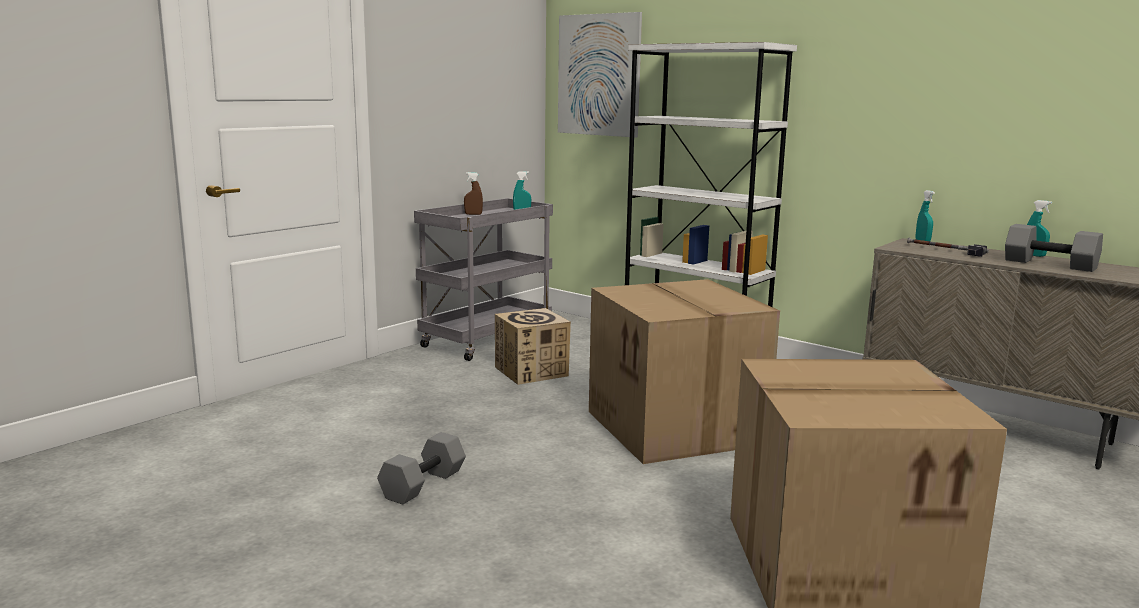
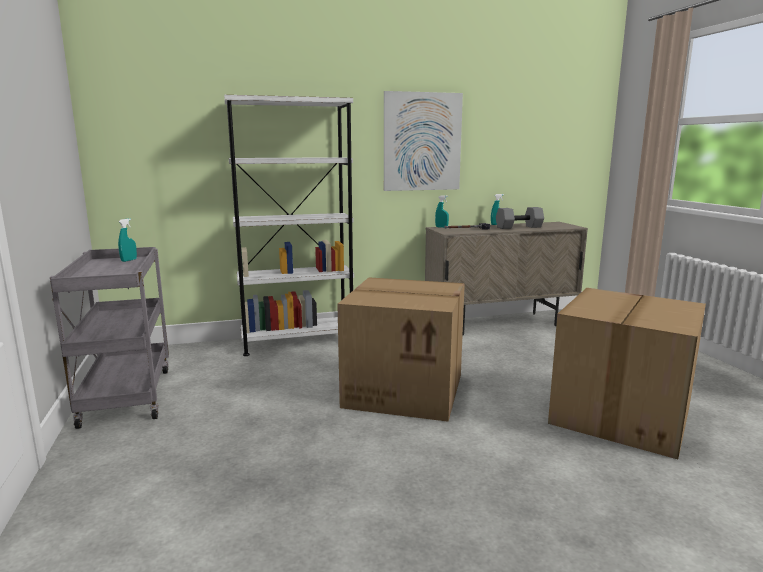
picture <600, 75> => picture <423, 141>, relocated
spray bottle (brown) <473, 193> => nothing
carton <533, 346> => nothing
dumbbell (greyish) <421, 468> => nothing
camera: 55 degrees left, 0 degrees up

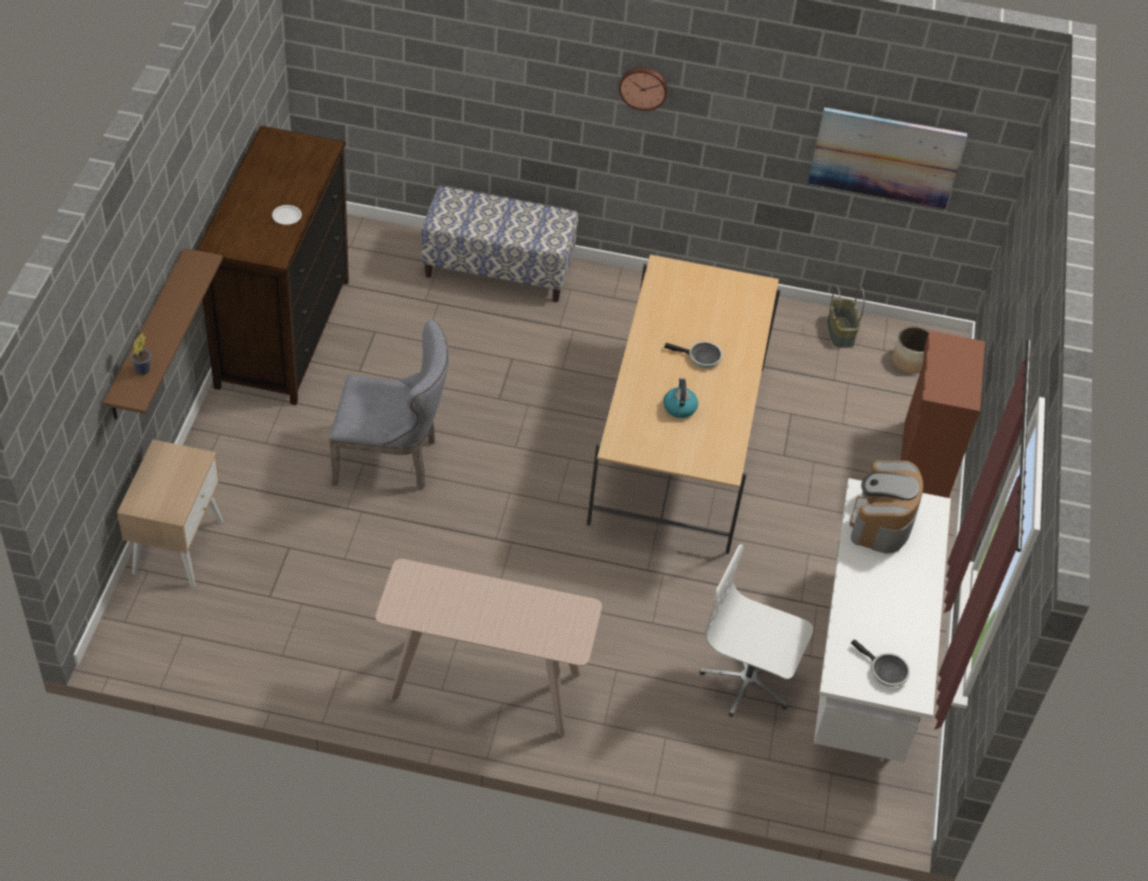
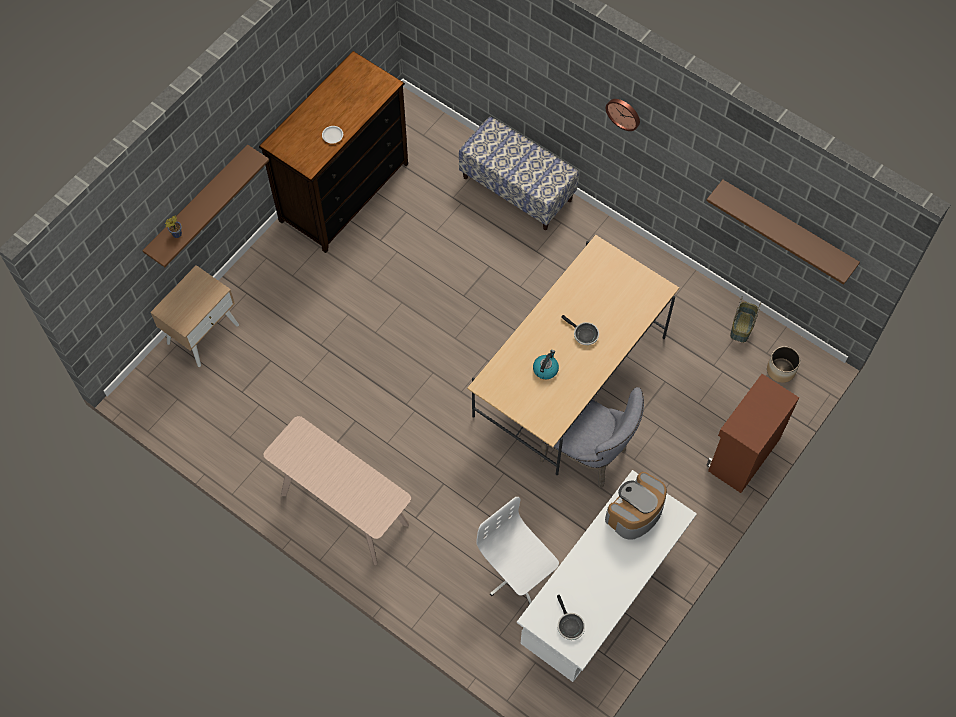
picture <887, 158> => bracket shelf (brown) <783, 232>
plain chair (greyish) <389, 405> => plain chair (greyish) <592, 437>, relocated
camera: 30 degrees right, 15 degrees up

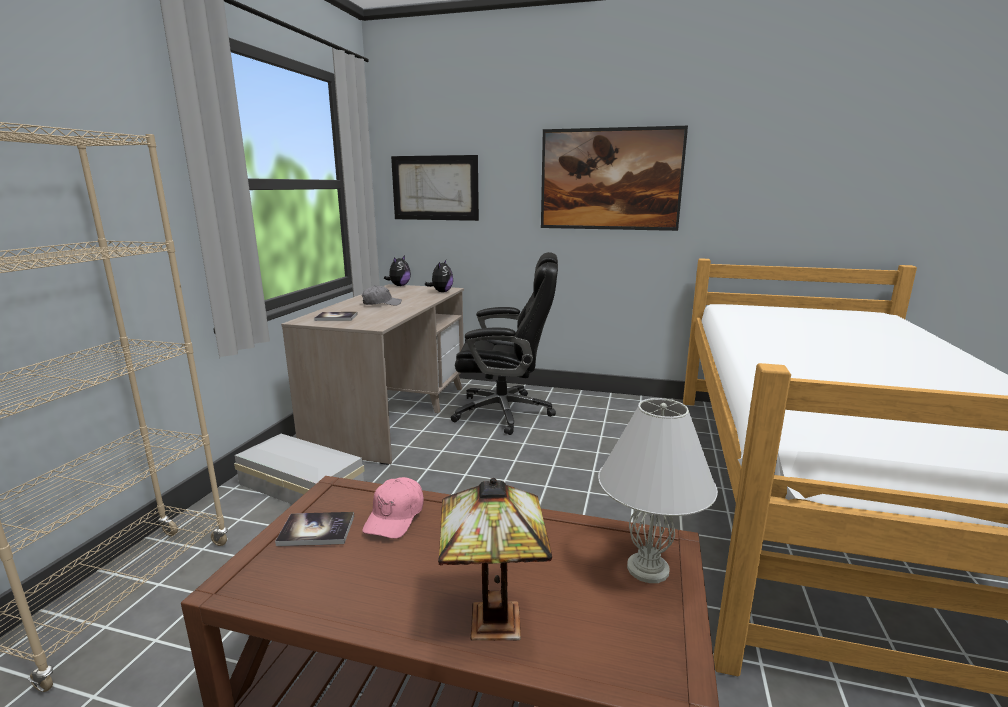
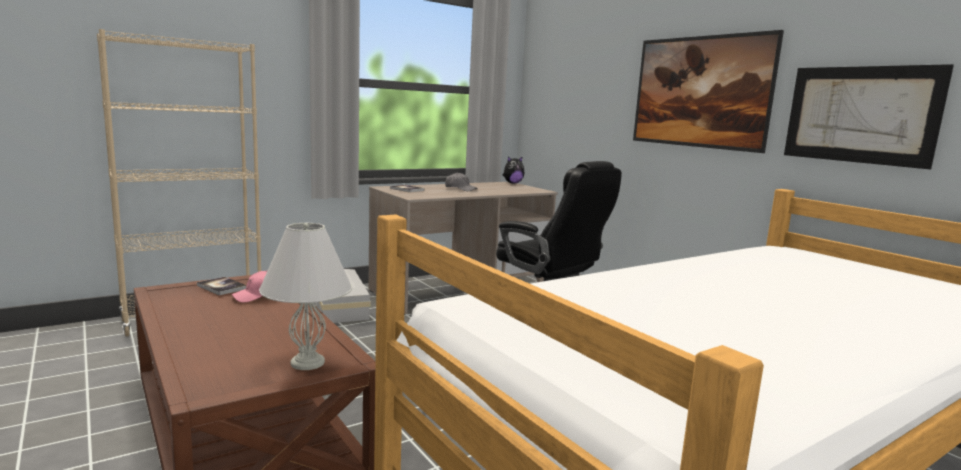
picture <435, 188> => picture <869, 116>, relocated
cuddly toy <439, 276> => nothing
lamp for a table <495, 559> => nothing
camera: 40 degrees right, 5 degrees down

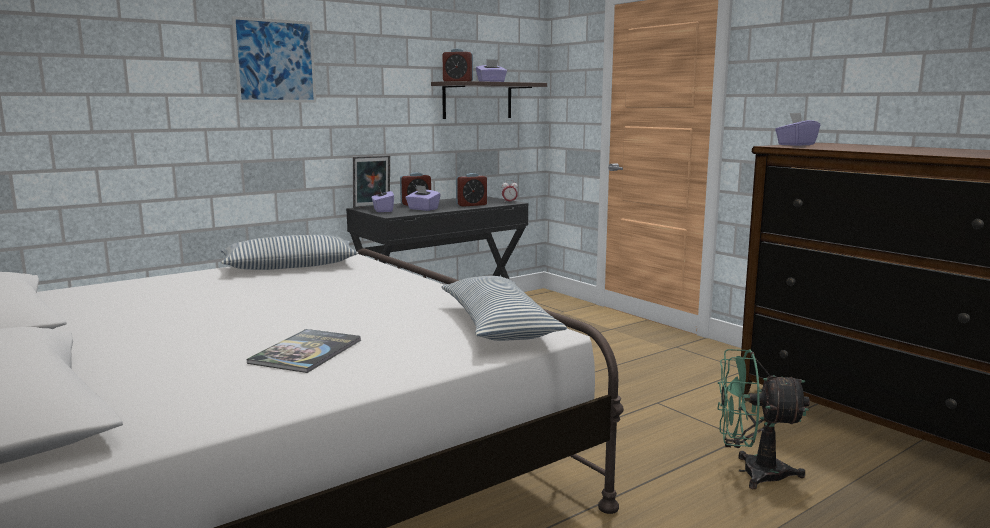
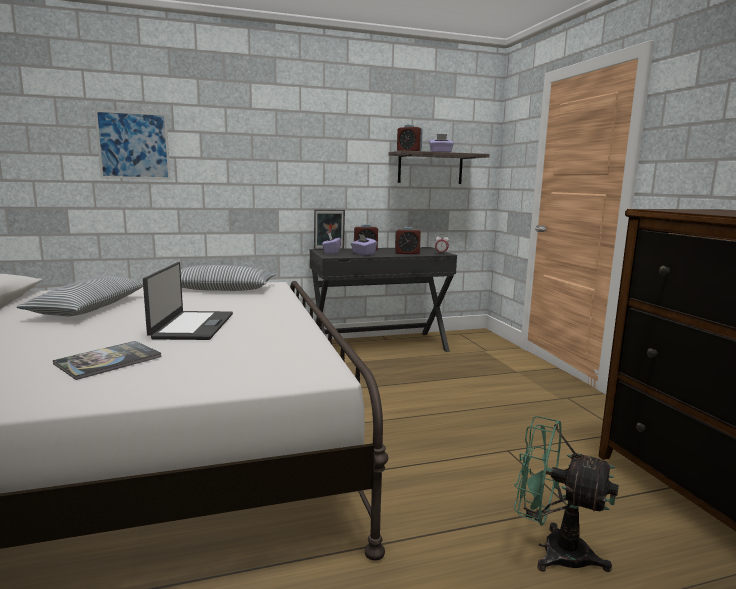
picture <274, 59> => picture <132, 144>, relocated
box of tissues (purplish) <797, 129> => nothing
pillow <504, 308> => pillow <80, 296>, relocated
nothing => laptop <188, 301>
camera: 20 degrees right, 0 degrees up

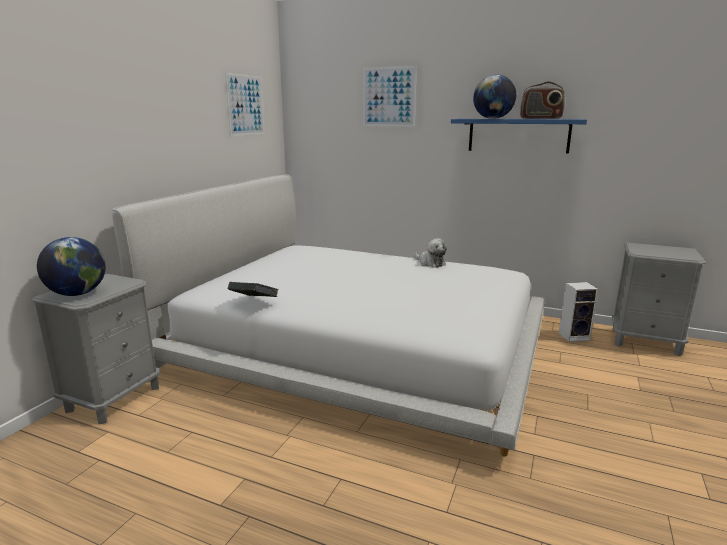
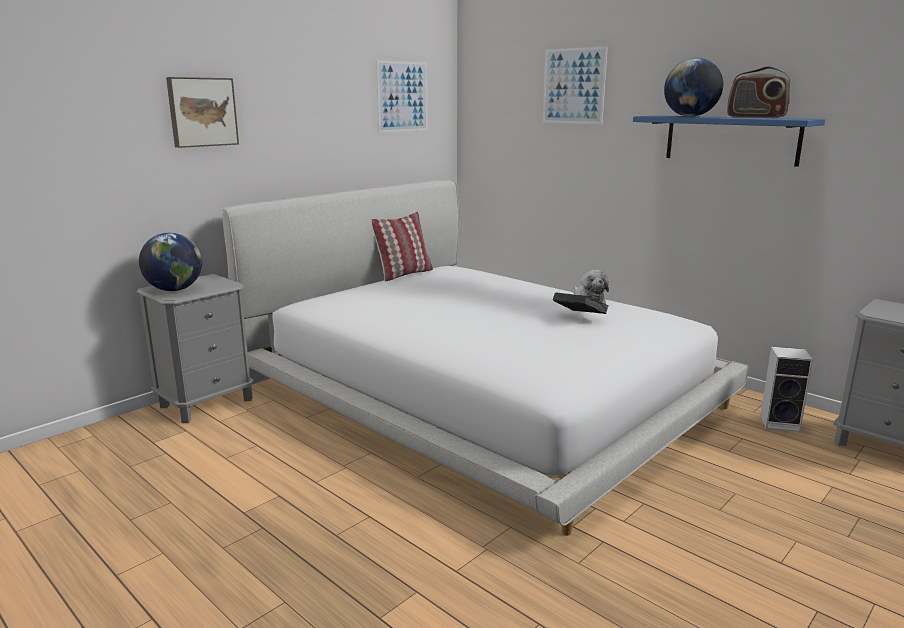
volume <253, 289> => volume <581, 303>, relocated
nothing => picture <202, 112>
nothing => pillow <402, 247>
camera: 20 degrees right, 0 degrees up

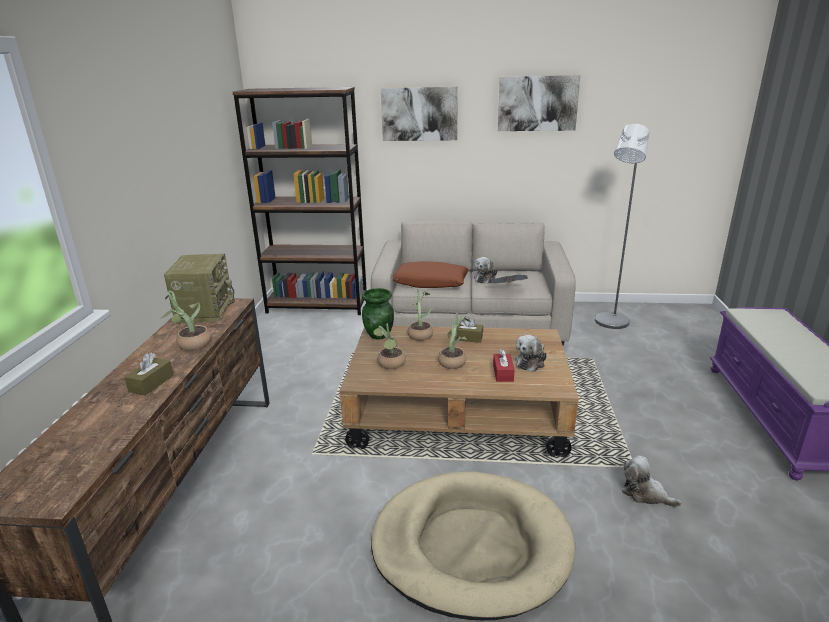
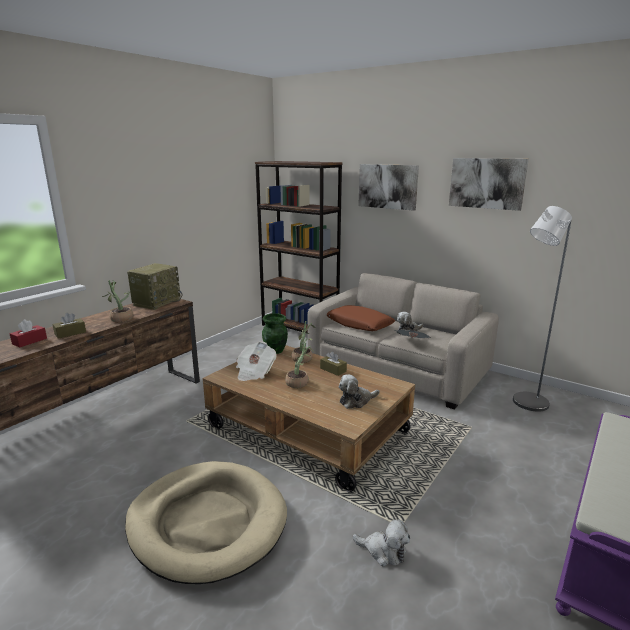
plant in a pot <389, 346> => printed paper <256, 361>
box of tissues (red) <504, 365> => box of tissues (red) <28, 333>, relocated
cuddly toy <652, 481> => cuddly toy <381, 543>, 135 degrees clockwise
camera: 30 degrees right, 5 degrees down

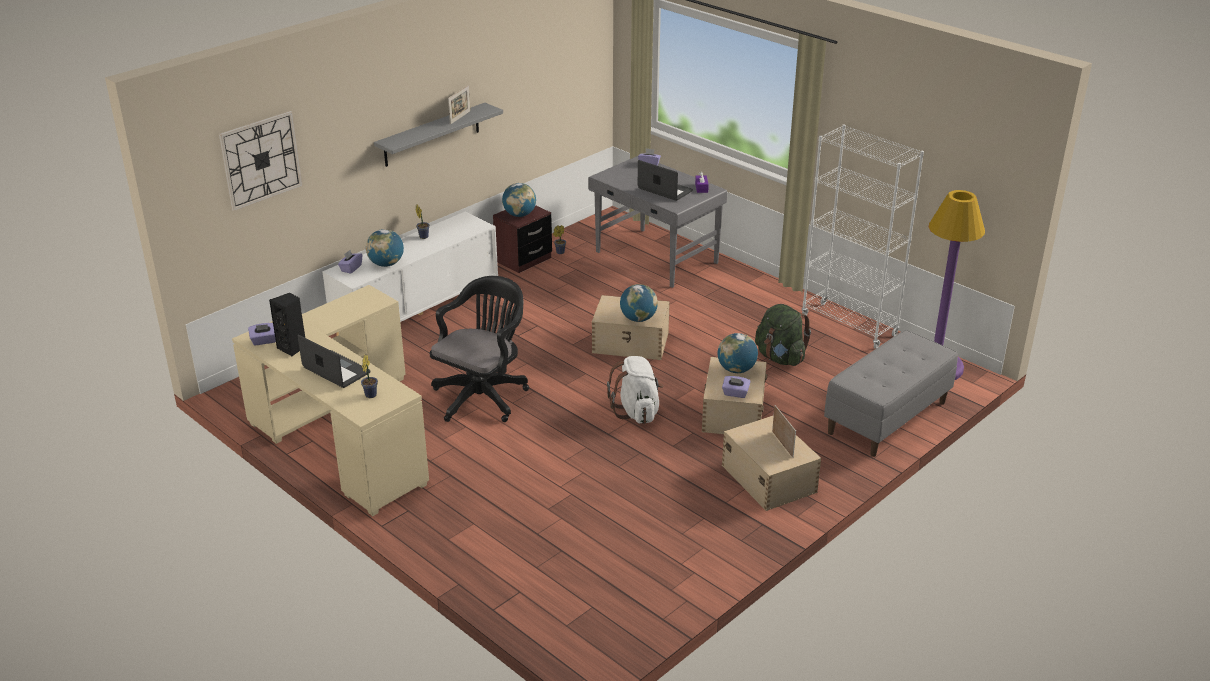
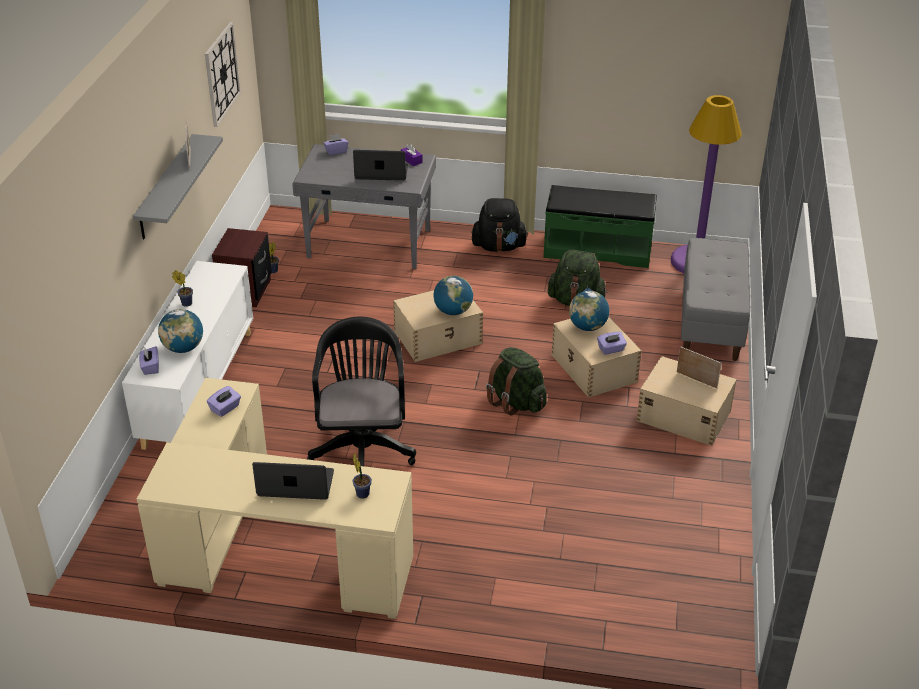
hanging clock <261, 161> => hanging clock <223, 74>, relocated
shelving unit (white-coloured) <863, 236> => long seat (green-coloured) <600, 226>
desk globe <519, 200> => nothing
loudspeaker (black-coloured) <287, 325> => nothing
box of tissues (purplish) <262, 334> => box of tissues (purplish) <224, 401>, relocated
knapsack (white-coloured) <635, 390> => knapsack (green-coloured) <516, 381>
nothing => knapsack (black-coloured) <499, 225>
camera: 35 degrees left, 5 degrees up

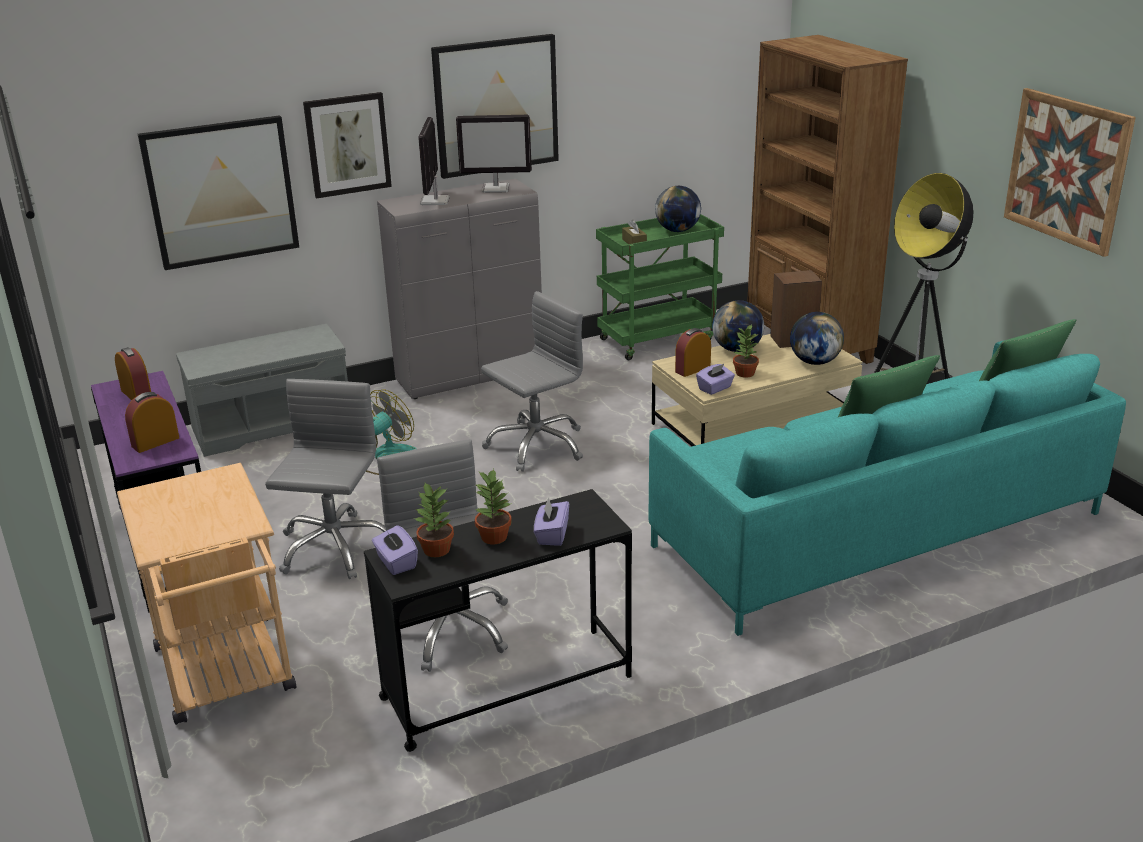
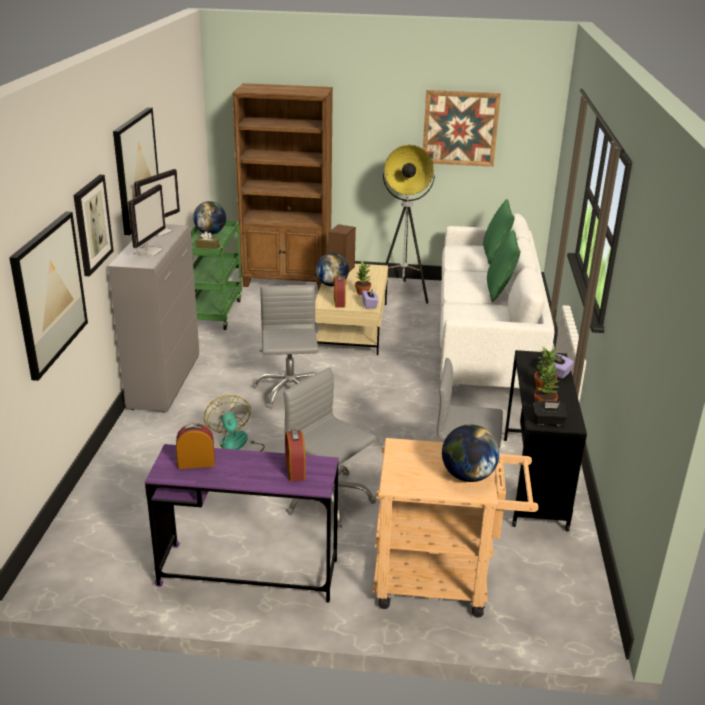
computer screen <434, 161> => computer screen <146, 220>, 105 degrees counterclockwise
desk globe <817, 338> => desk globe <471, 453>, relocated
long seat (greyish) <262, 390> => nothing
sofa (blue-green) <887, 488> => sofa (white-coloured) <497, 300>
box of tissues (purplish) <395, 550> => box of tissues (black-coloured) <550, 413>
camera: 60 degrees left, 0 degrees up

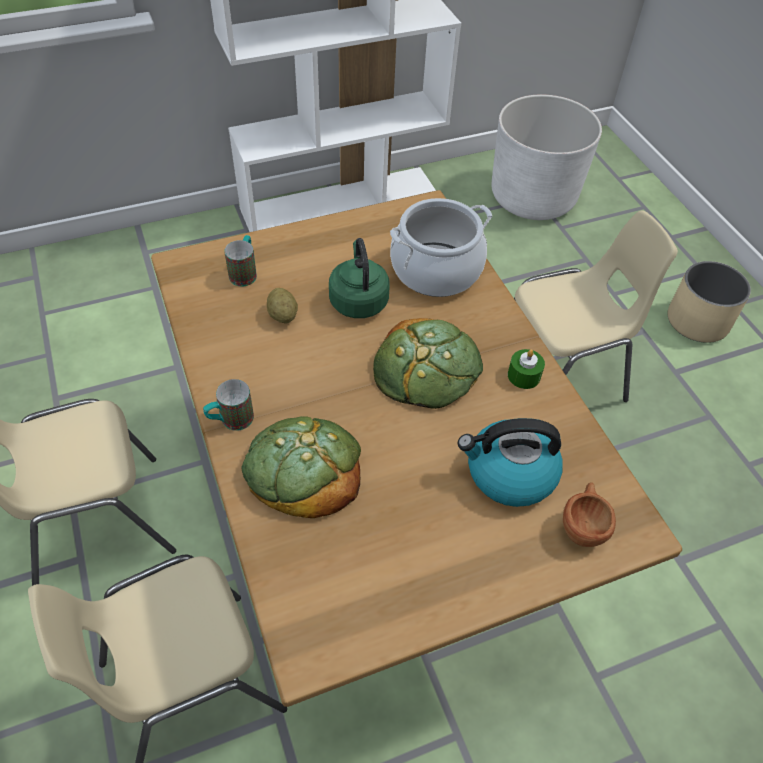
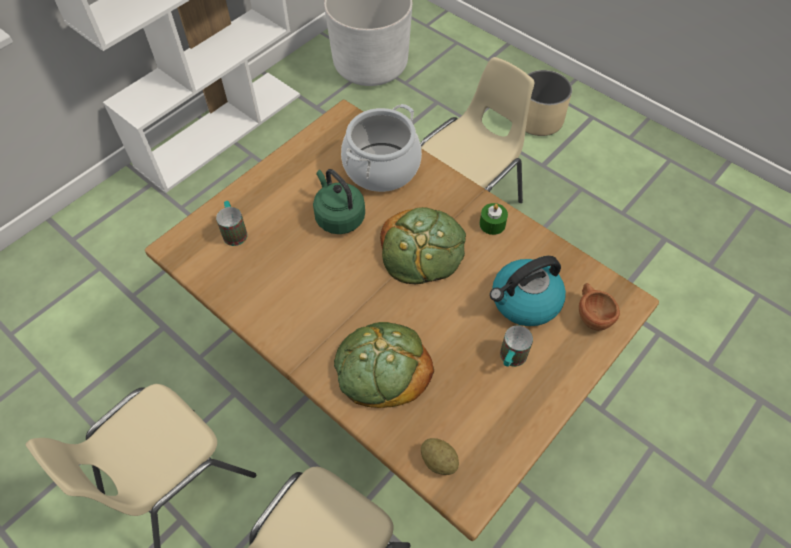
whole potato <282, 306> => whole potato <440, 456>, relocated
mug <228, 405> => mug <516, 346>, relocated
camera: 25 degrees left, 5 degrees up

